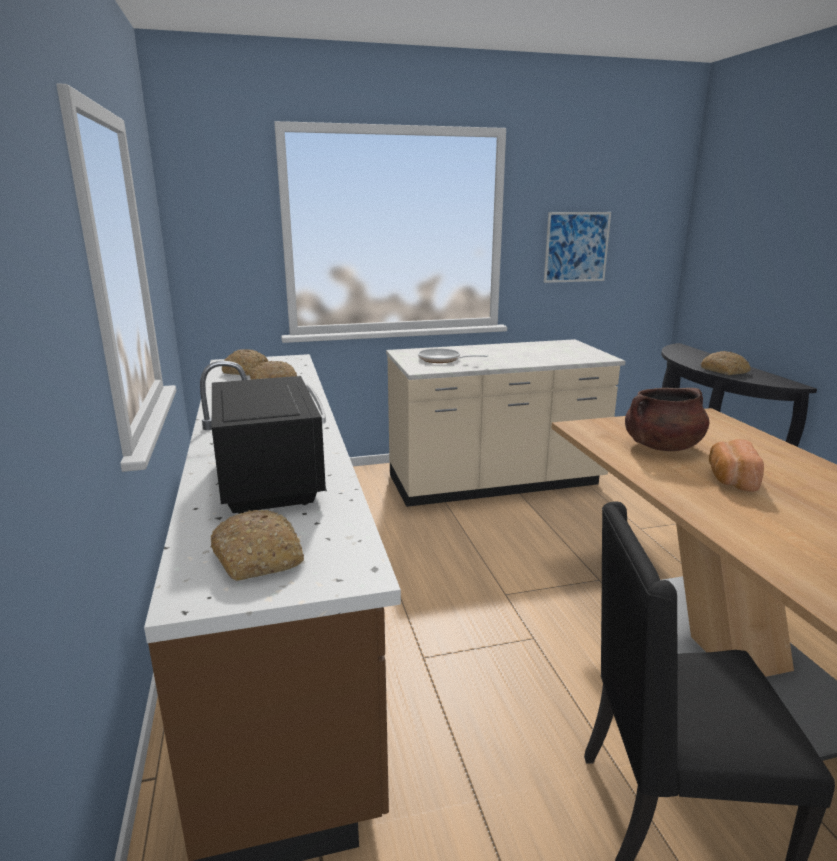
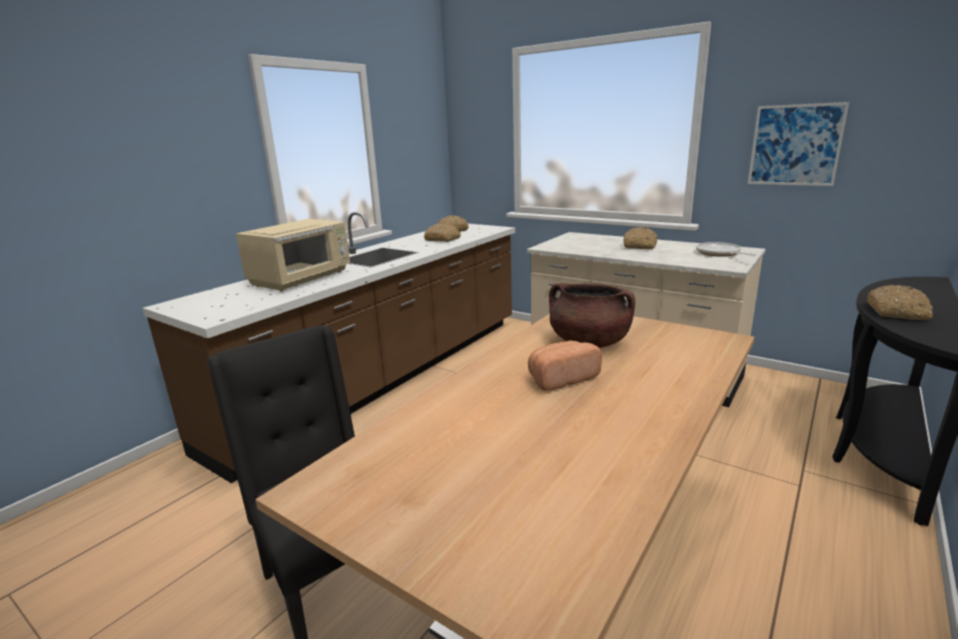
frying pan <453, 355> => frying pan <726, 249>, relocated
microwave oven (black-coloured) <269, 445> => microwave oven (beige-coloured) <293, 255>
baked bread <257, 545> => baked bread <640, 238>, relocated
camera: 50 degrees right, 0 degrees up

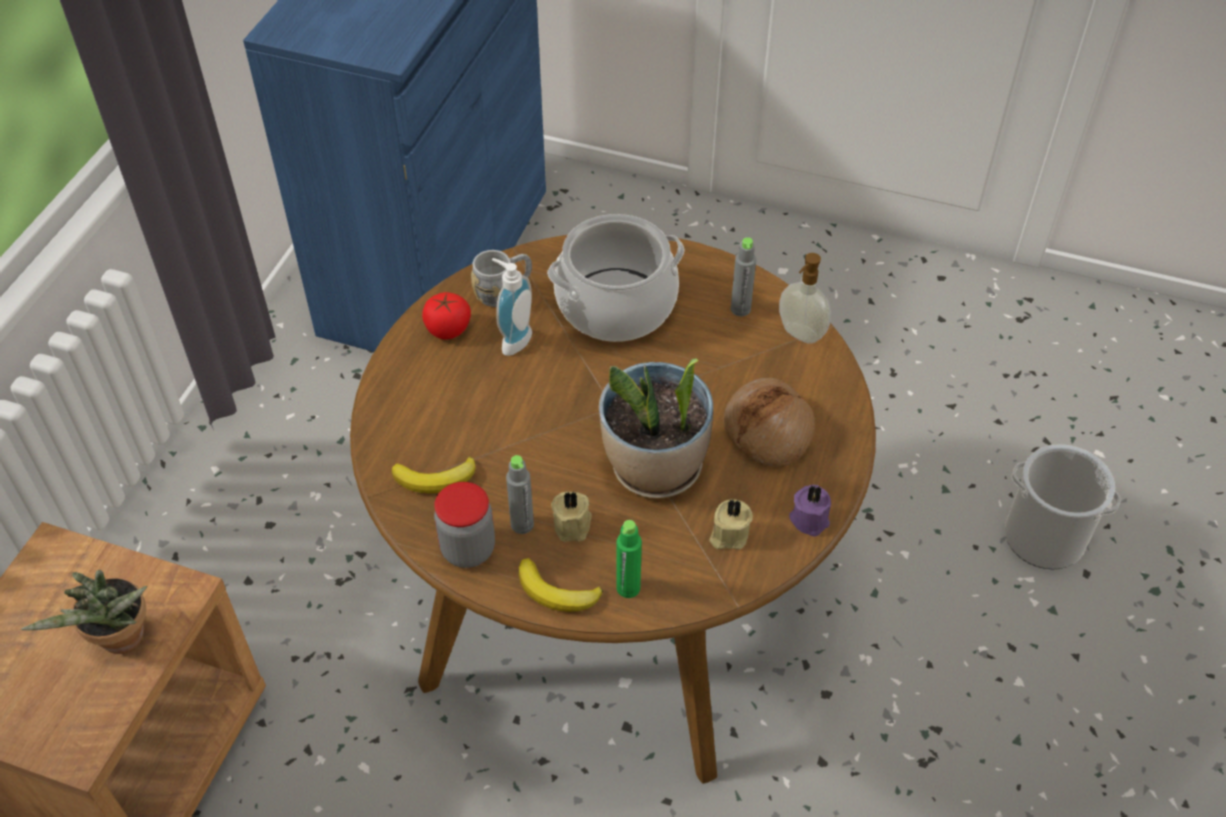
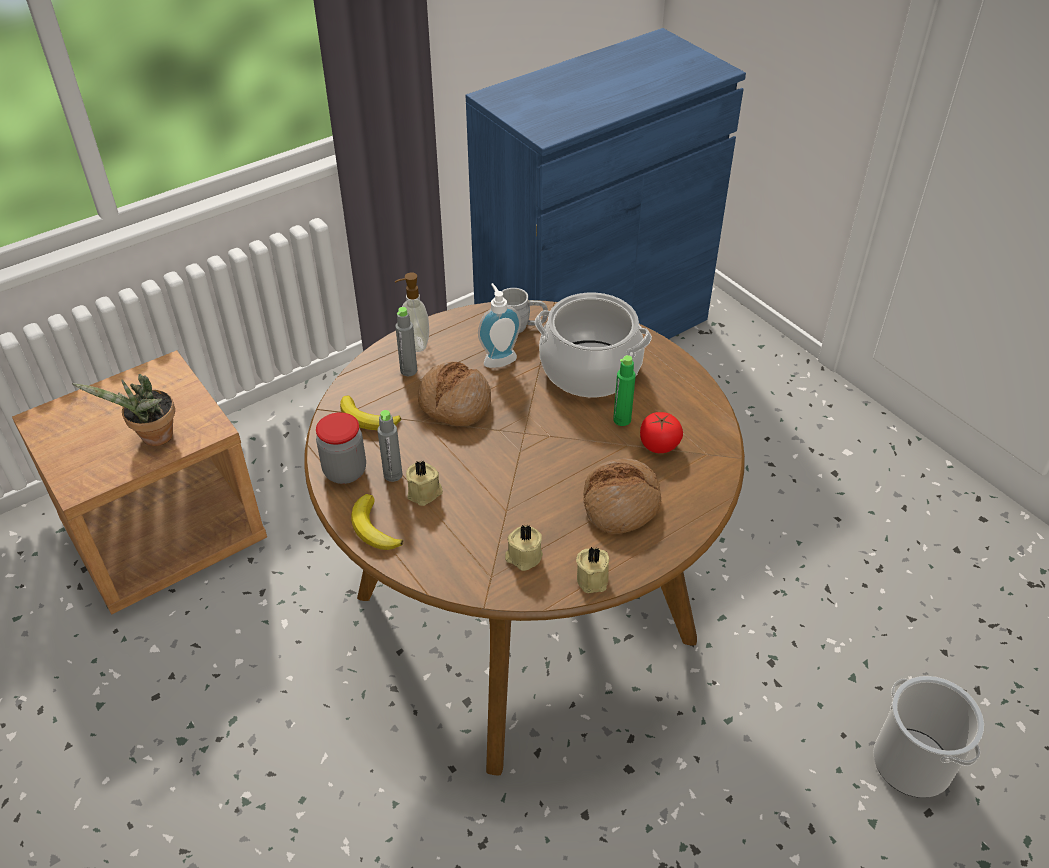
drink bottle (greyish) <743, 276> => drink bottle (greyish) <406, 341>, relocated
liquid soap bottle <805, 298> => liquid soap bottle <412, 312>, relocated
tomato <446, 315> => tomato <661, 432>, relocated
plant in a pot <656, 428> => nothing
wax light (purplish) <810, 511> => wax light (beige-coloured) <592, 570>
drink bottle (green-coloured) <629, 559> => drink bottle (green-coloured) <624, 390>, relocated
nothing => baked bread <454, 394>
camera: 35 degrees right, 5 degrees down

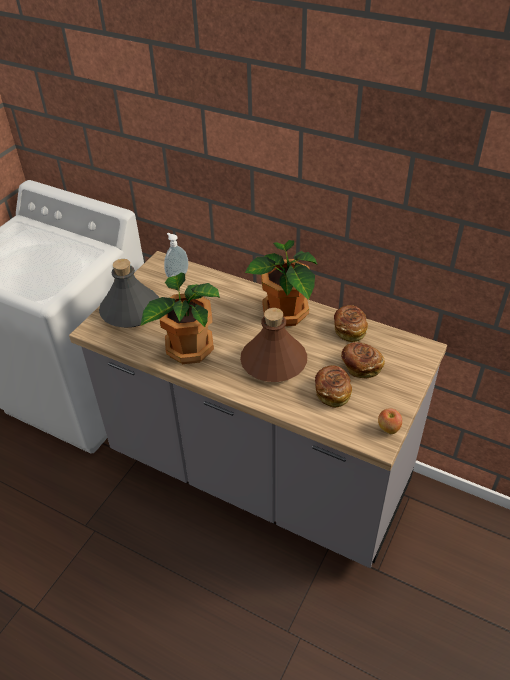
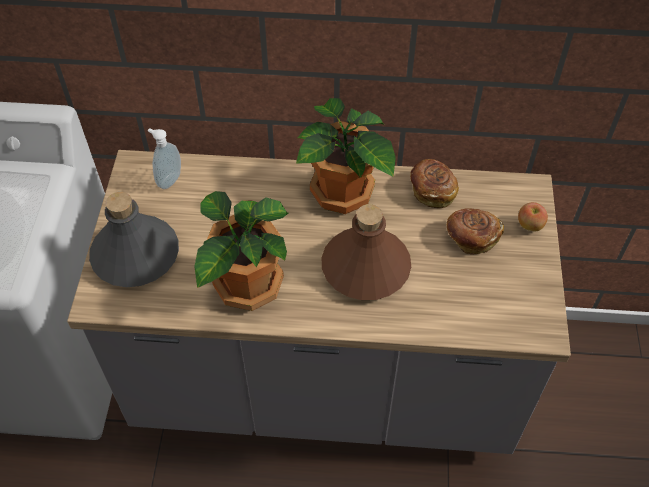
baked bread <333, 386> => nothing
whole apple <390, 421> => whole apple <533, 217>, relocated
camera: 25 degrees left, 10 degrees up

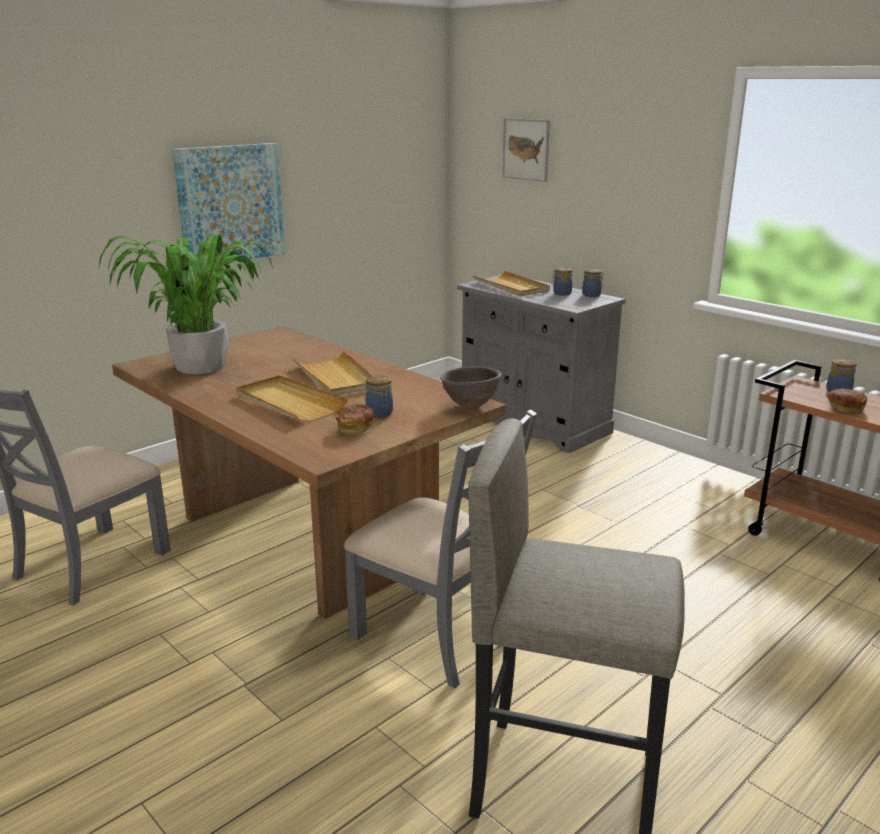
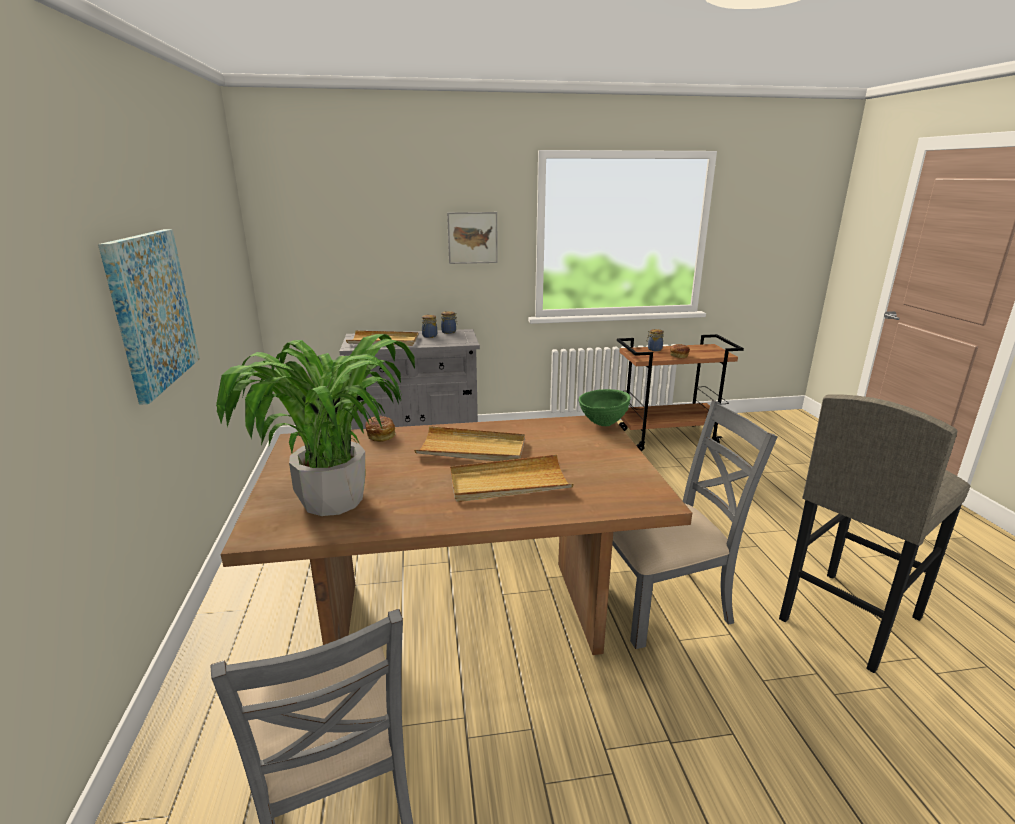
picture <526, 150> => picture <472, 238>, relocated
serving bowl (brown) <471, 387> => serving bowl (green-coloured) <604, 407>
jar <379, 396> => nothing
baked bread <354, 419> => baked bread <380, 429>, relocated
camera: 55 degrees left, 0 degrees up

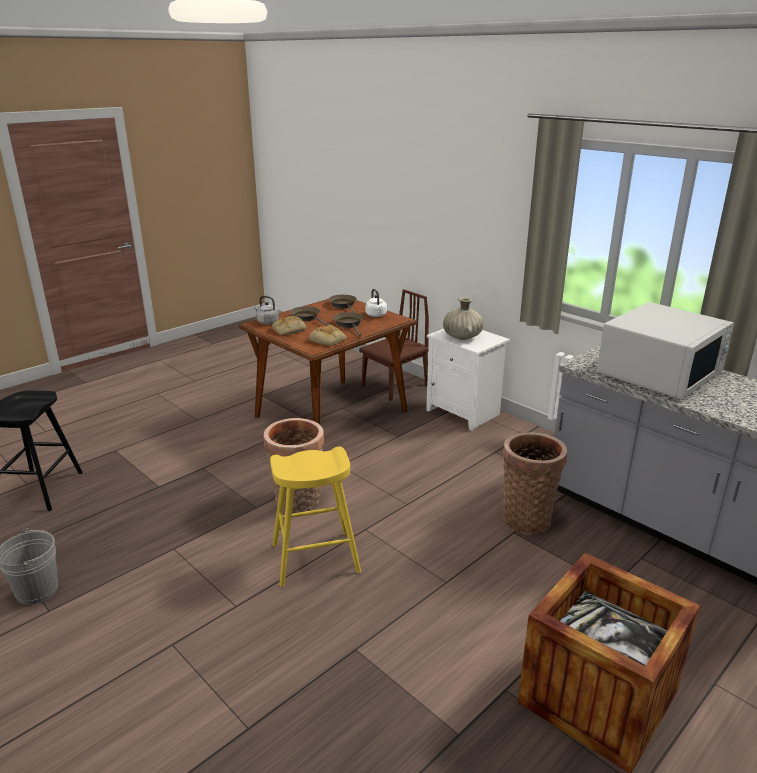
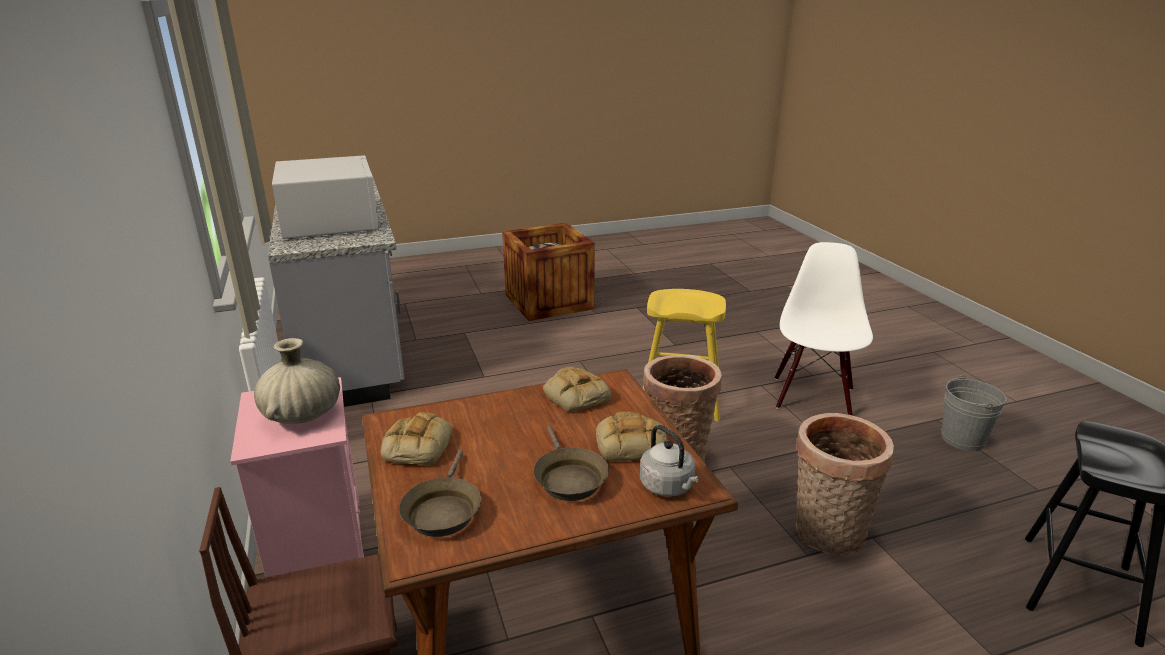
water kettle (white-coloured) <376, 303> => baked bread <416, 438>
microwave oven (white-coloured) <665, 351> => microwave oven (white-coloured) <325, 197>, 90 degrees clockwise
frying pan (brown) <348, 324> => nothing
bedside table (white-coloured) <468, 380> => bedside table (pink) <297, 477>
basket <535, 483> => basket <845, 484>, relocated
nothing => plain chair (white-coloured) <823, 328>
camera: 155 degrees left, 0 degrees up

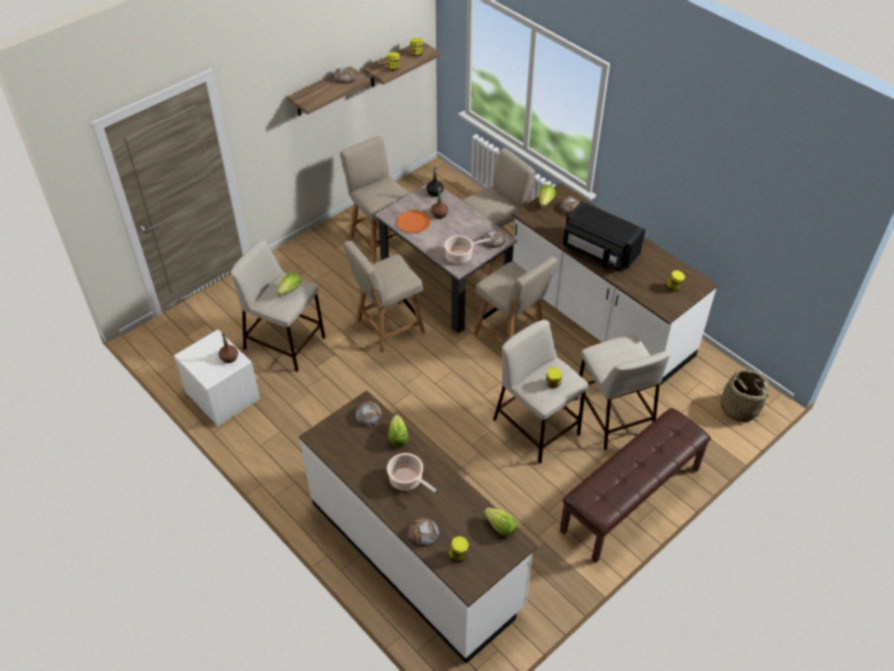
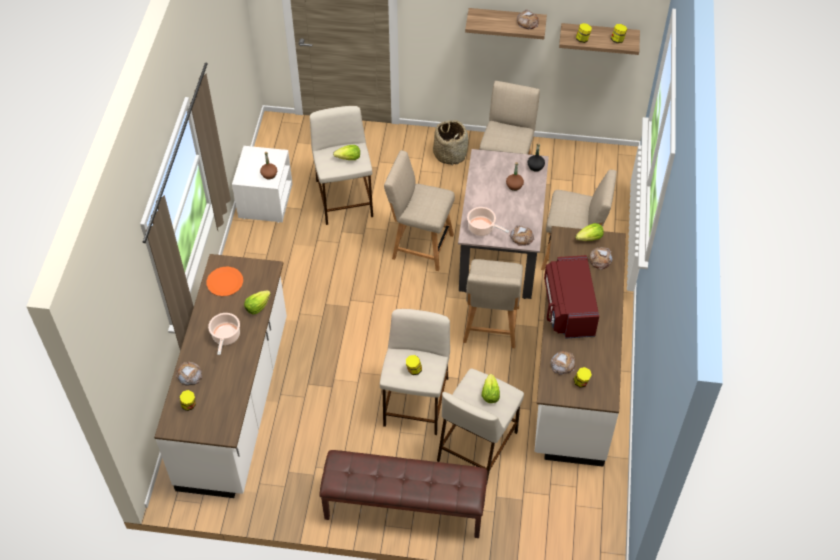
microwave oven (black-coloured) <604, 235> => microwave oven (red) <571, 297>
flat dish (orange) <414, 221> => flat dish (orange) <225, 281>, relocated
basket <742, 396> => basket <450, 143>, relocated
baked bread <369, 413> => baked bread <562, 363>, relocated
head of lettuce <500, 522> => head of lettuce <491, 388>, relocated
camera: 50 degrees right, 5 degrees up

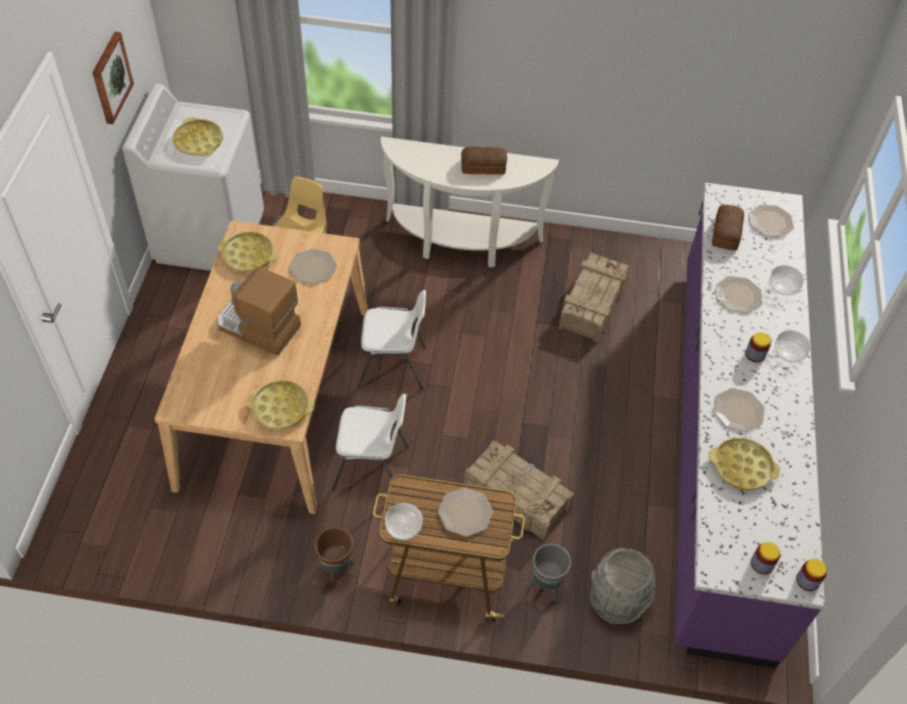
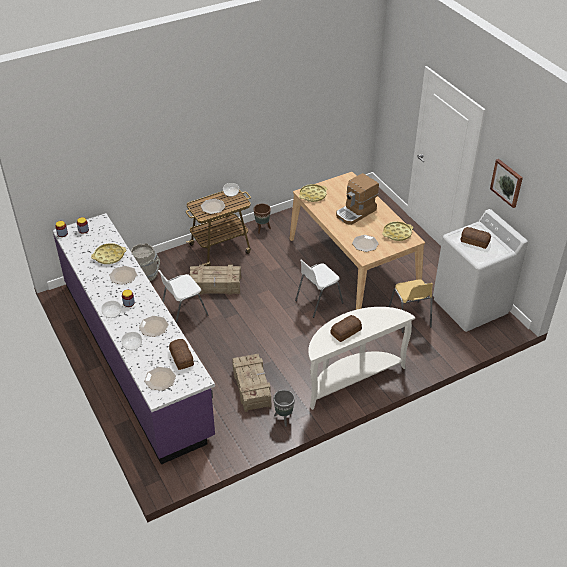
carrying tray (yellow) <198, 136> => baked bread <476, 238>
coffee maker <259, 311> => coffee maker <357, 199>, 150 degrees clockwise
plain chair (white-coloured) <370, 442> => plain chair (white-coloured) <183, 296>, relocated
plant pot (greyish) <549, 572> => plant pot (greyish) <284, 408>, relocated
camera: 145 degrees right, 10 degrees down

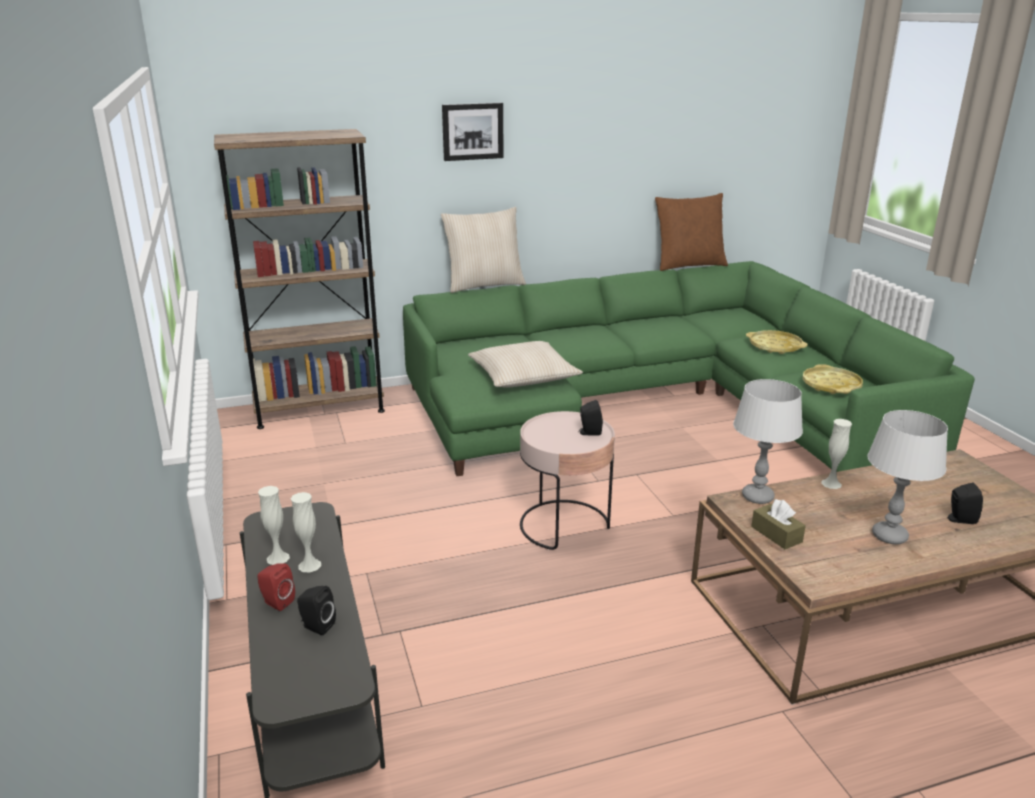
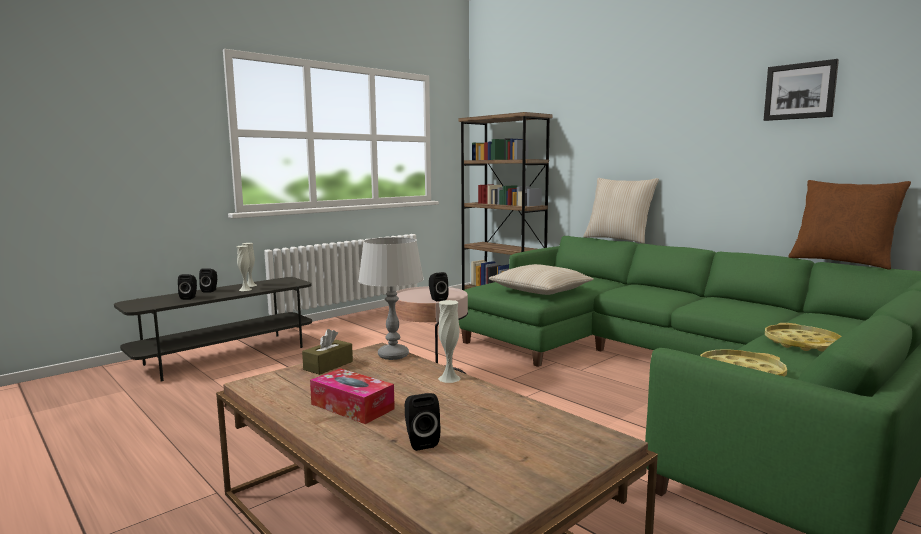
picture <473, 132> => picture <801, 90>, relocated
lamp for a table (greyish) <907, 477> => box of tissues <352, 396>
loudspeaker (red) <276, 587> => loudspeaker (black-coloured) <208, 280>
camera: 65 degrees right, 15 degrees down

